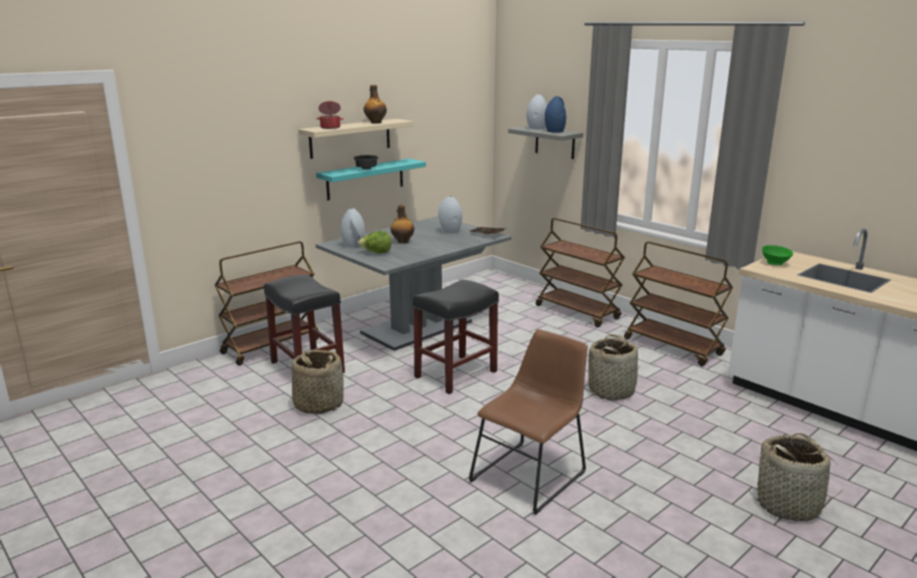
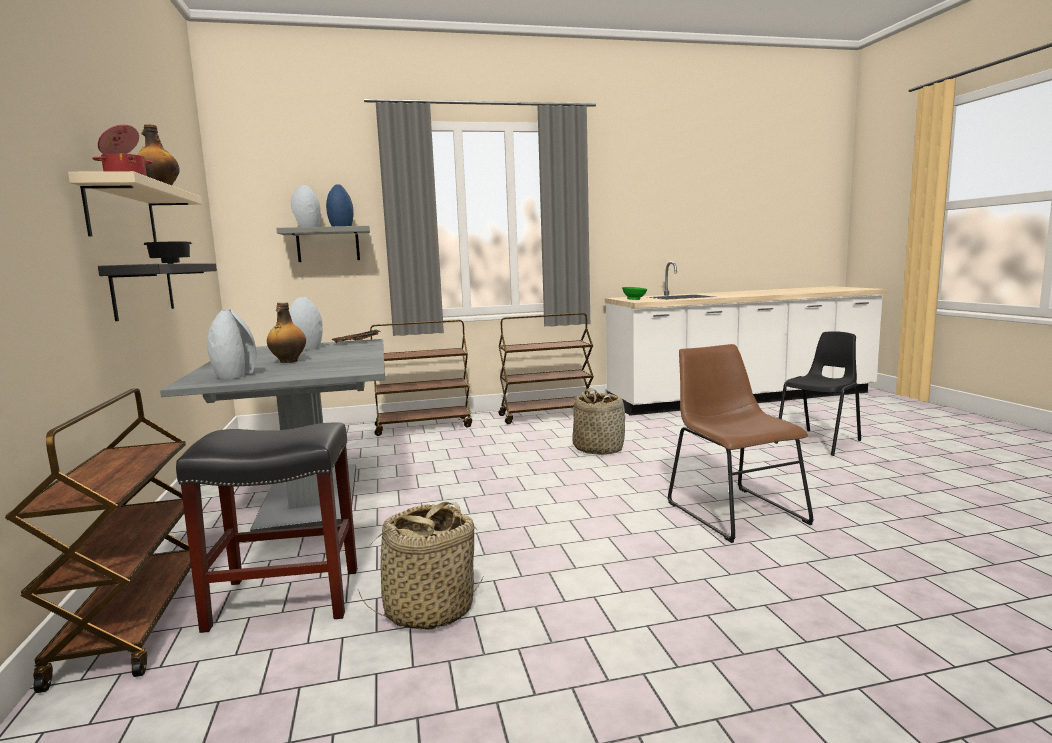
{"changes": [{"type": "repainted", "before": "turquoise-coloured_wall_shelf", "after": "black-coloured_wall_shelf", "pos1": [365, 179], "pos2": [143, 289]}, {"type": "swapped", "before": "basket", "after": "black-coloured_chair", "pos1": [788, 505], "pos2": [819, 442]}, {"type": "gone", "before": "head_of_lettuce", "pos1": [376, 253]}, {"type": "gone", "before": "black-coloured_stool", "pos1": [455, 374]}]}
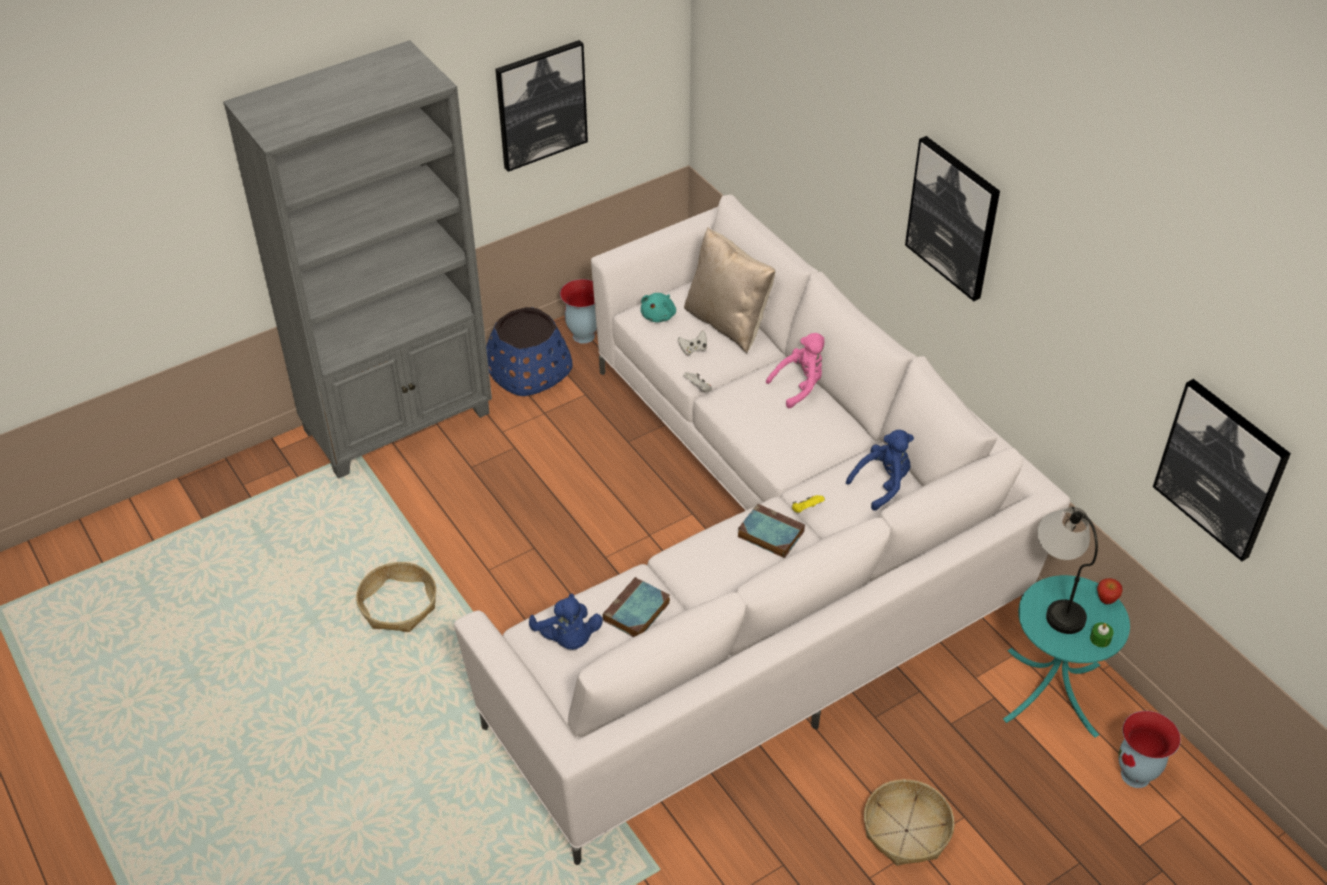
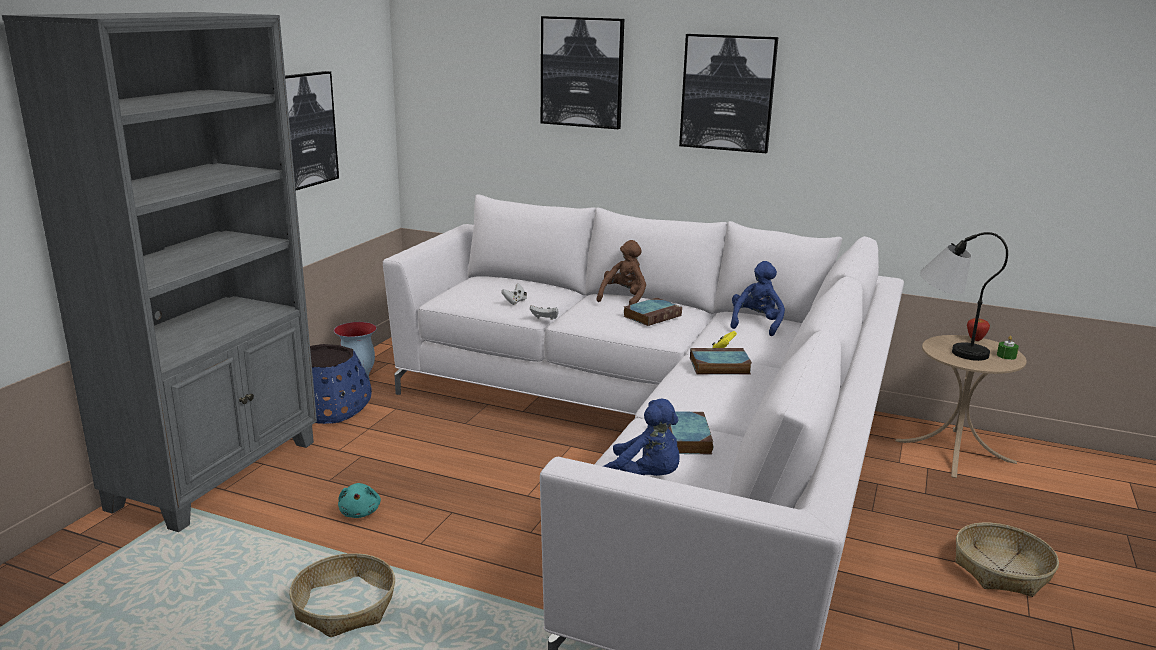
{"changes": [{"type": "shifted", "before": "turquoise-coloured_plush_toy", "pos1": [659, 316], "pos2": [360, 512]}, {"type": "shifted", "before": "wall_picture", "pos1": [1221, 469], "pos2": [582, 72]}, {"type": "repainted", "before": "pinkish_plush_toy", "after": "brownish_plush_toy", "pos1": [801, 386], "pos2": [624, 299]}, {"type": "new", "after": "book", "pos2": [652, 315]}, {"type": "repainted", "before": "turquoise-coloured_side_table", "after": "beige-coloured_side_table", "pos1": [1052, 692], "pos2": [955, 451]}, {"type": "gone", "before": "beige-coloured_throw_pillow", "pos1": [727, 322]}, {"type": "gone", "before": "vase", "pos1": [1136, 776]}]}
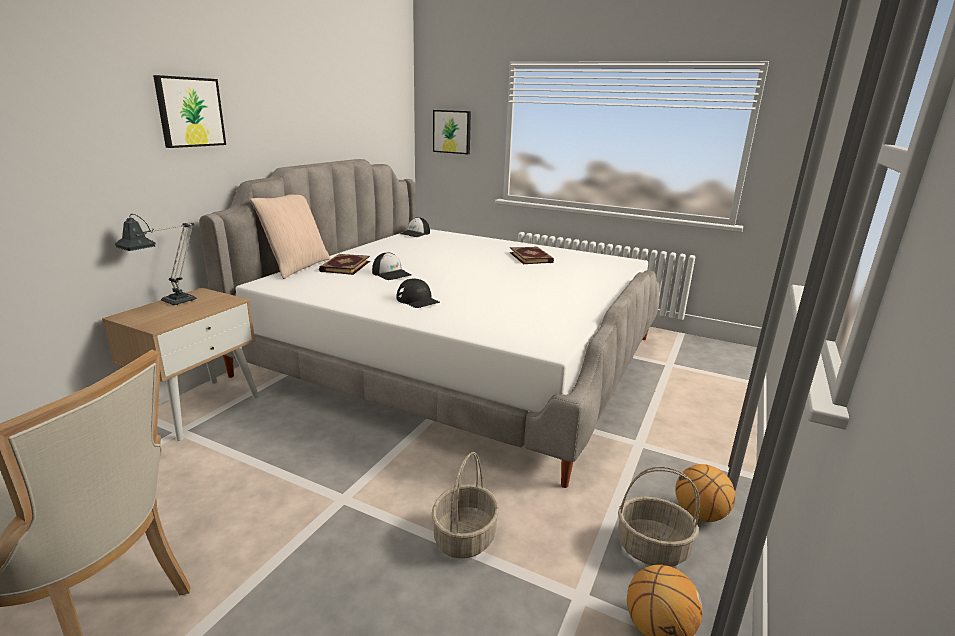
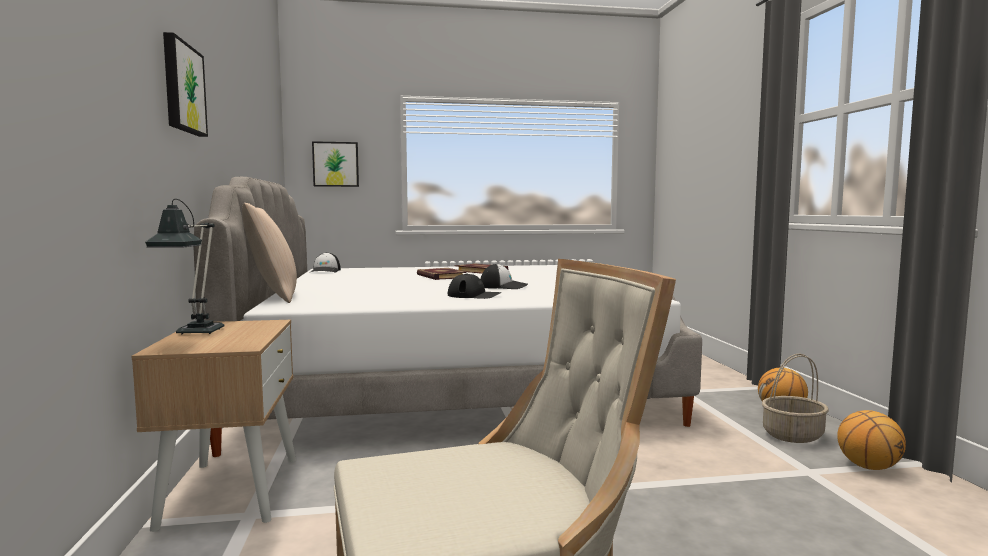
{"changes": [{"type": "shifted", "before": "book", "pos1": [344, 266], "pos2": [440, 276]}, {"type": "shifted", "before": "cap", "pos1": [391, 274], "pos2": [504, 286]}, {"type": "gone", "before": "basket", "pos1": [465, 538]}]}
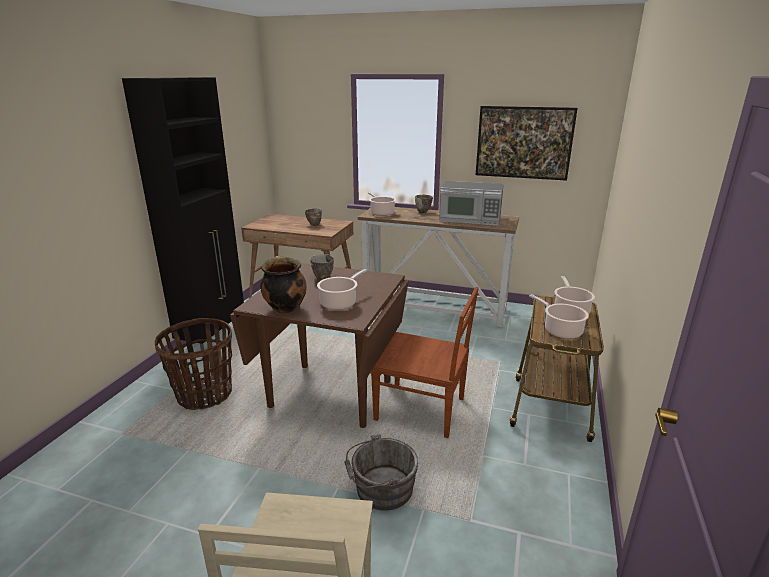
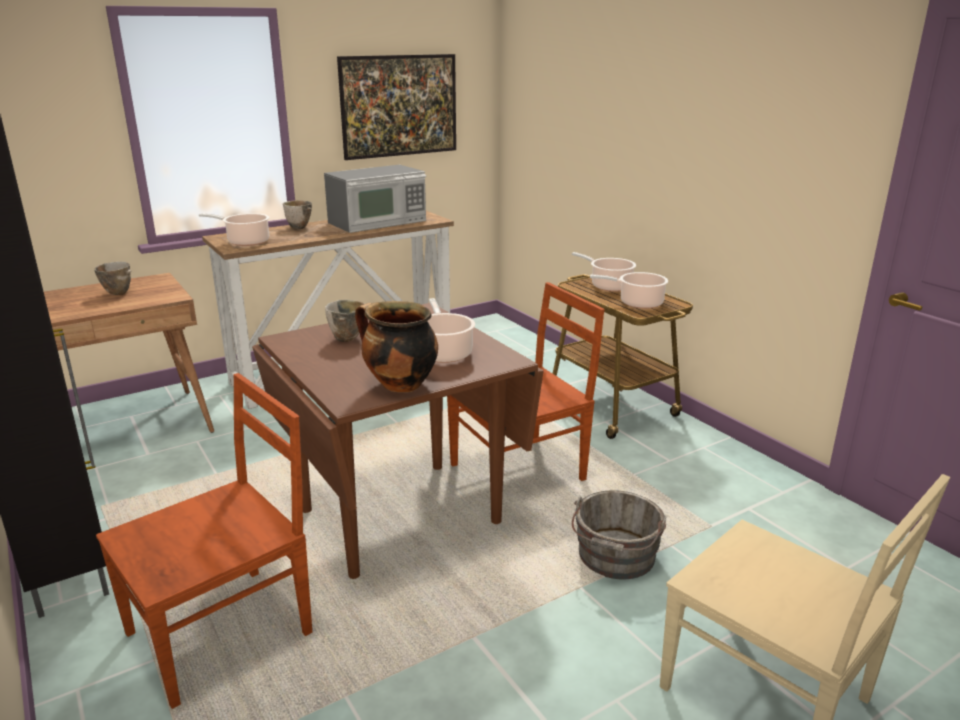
{"changes": [{"type": "swapped", "before": "basket", "after": "brownish_chair", "pos1": [204, 395], "pos2": [224, 631]}]}
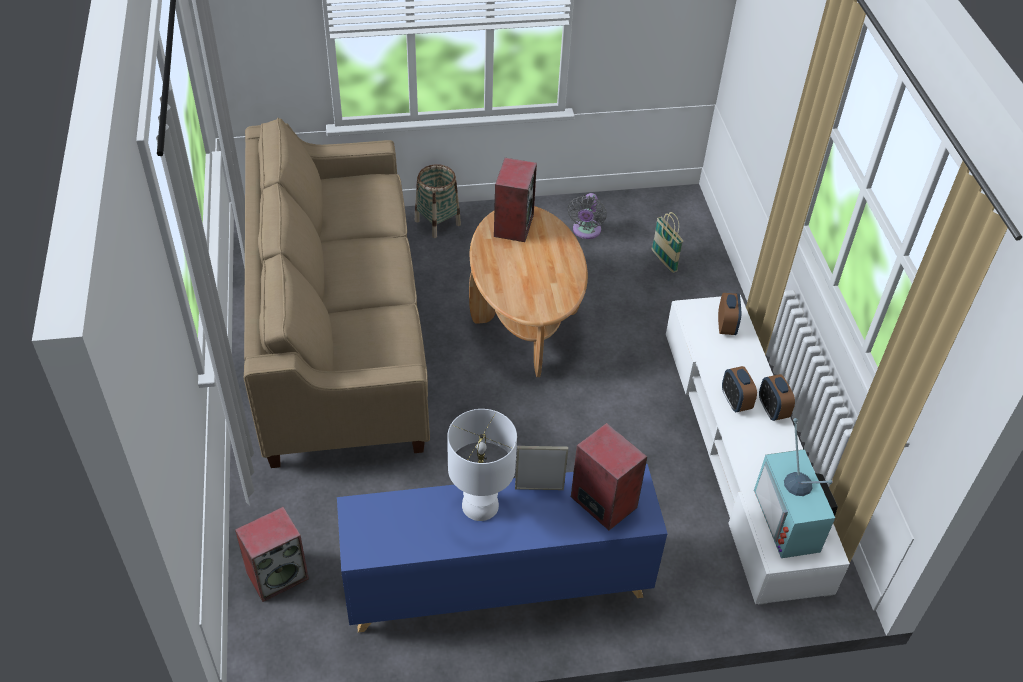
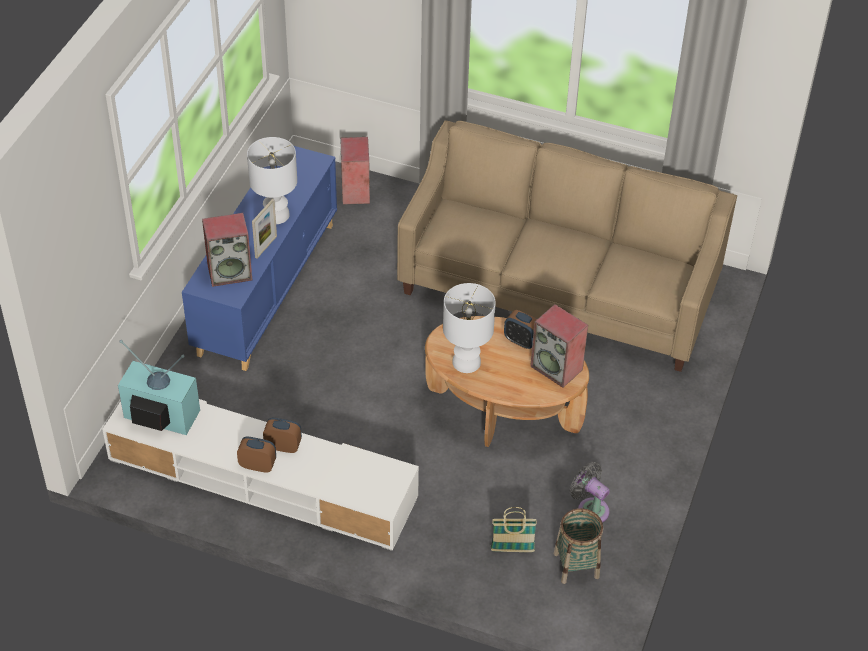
{"changes": [{"type": "new", "after": "whitish_table_lamp", "pos2": [466, 361]}, {"type": "shifted", "before": "alarm_clock", "pos1": [726, 326], "pos2": [521, 341]}, {"type": "shifted", "before": "basket", "pos1": [437, 222], "pos2": [576, 565]}]}
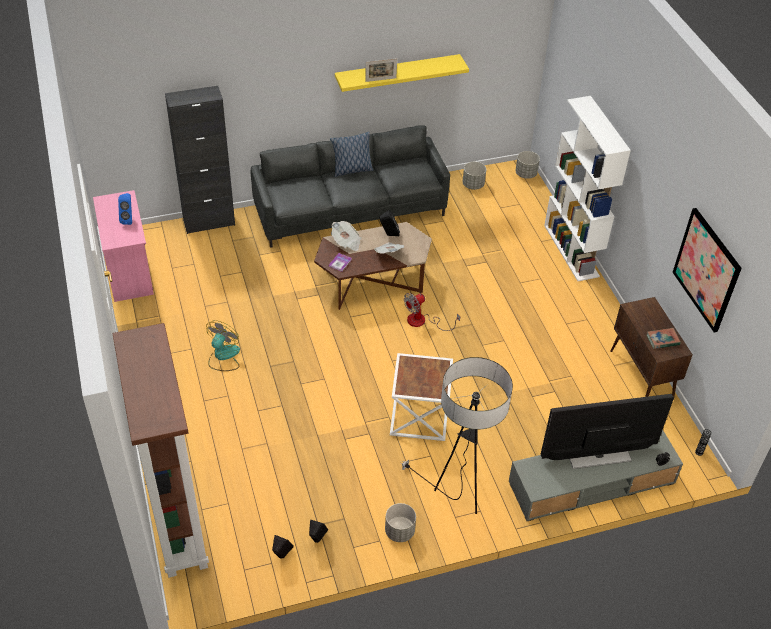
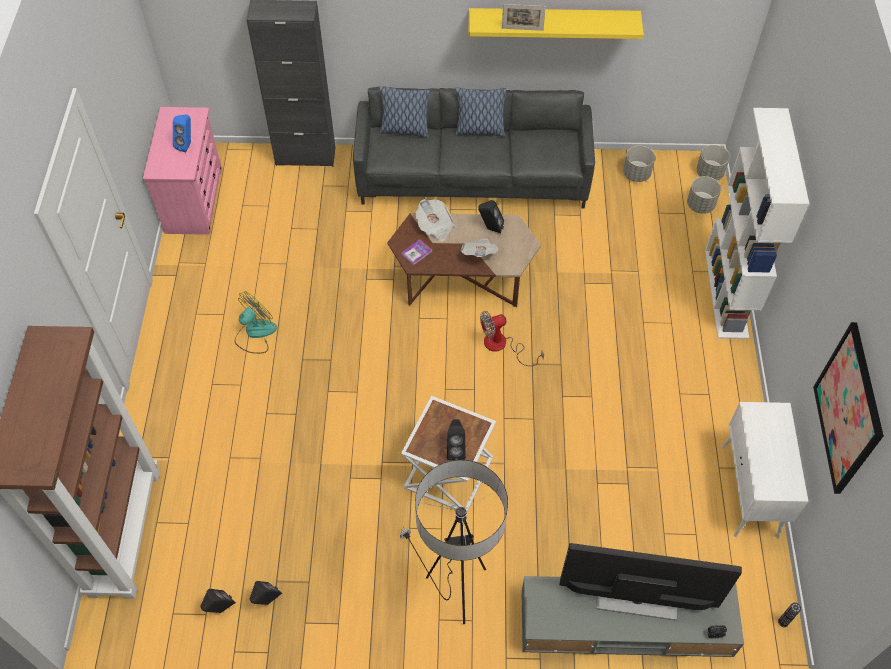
{"changes": [{"type": "new", "after": "throw_pillow", "pos2": [404, 130]}, {"type": "new", "after": "black-coloured_speaker", "pos2": [455, 449]}, {"type": "shifted", "before": "greyish_plant_pot", "pos1": [399, 531], "pos2": [700, 205]}, {"type": "repainted", "before": "brownish_cabinet", "after": "whitish_cabinet", "pos1": [641, 375], "pos2": [749, 492]}, {"type": "gone", "before": "book", "pos1": [662, 340]}]}
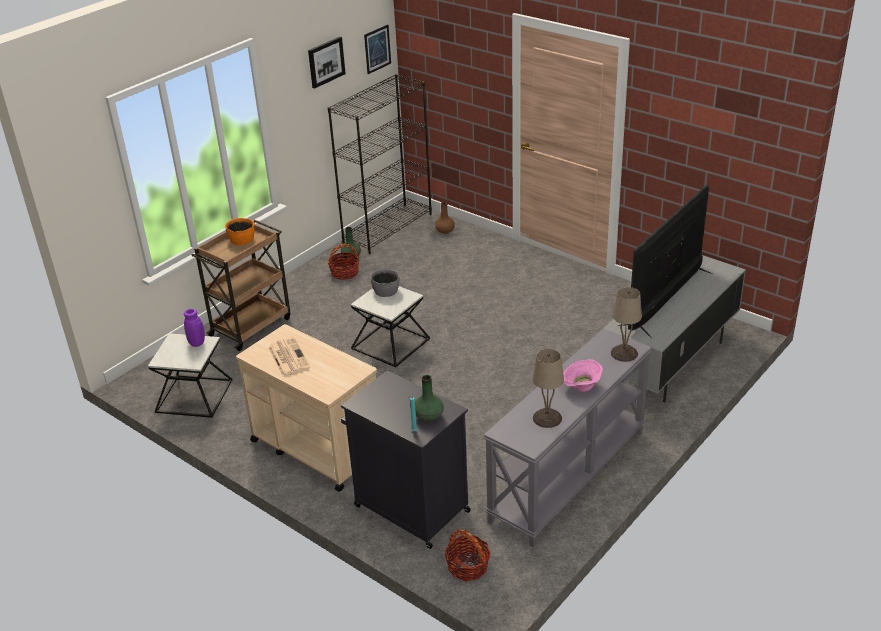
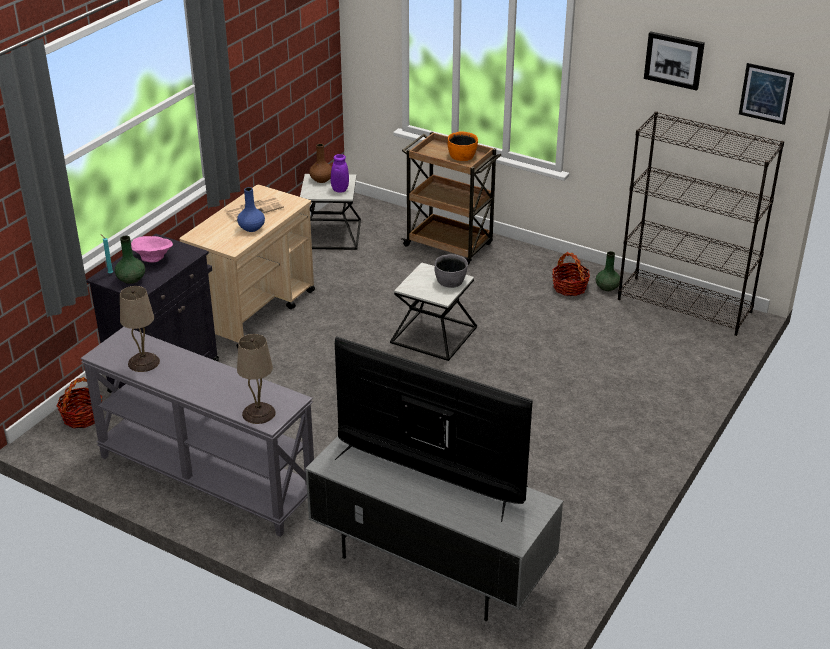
{"changes": [{"type": "shifted", "before": "pinkish_deep_dish", "pos1": [581, 387], "pos2": [153, 259]}, {"type": "new", "after": "blue_vase", "pos2": [251, 228]}, {"type": "shifted", "before": "brownish_vase", "pos1": [445, 231], "pos2": [321, 180]}]}
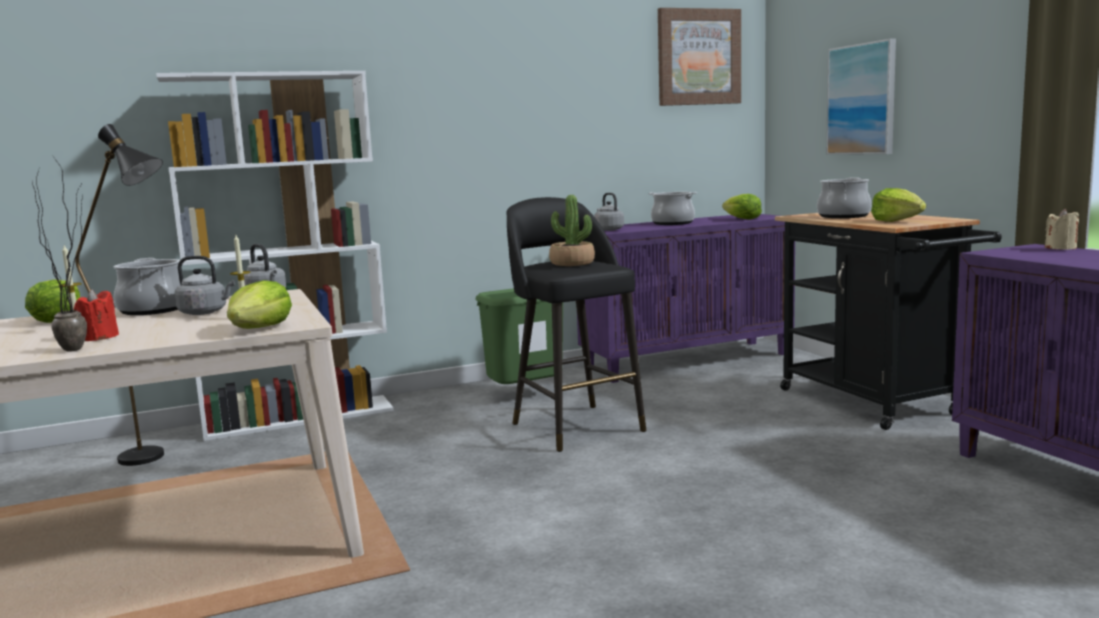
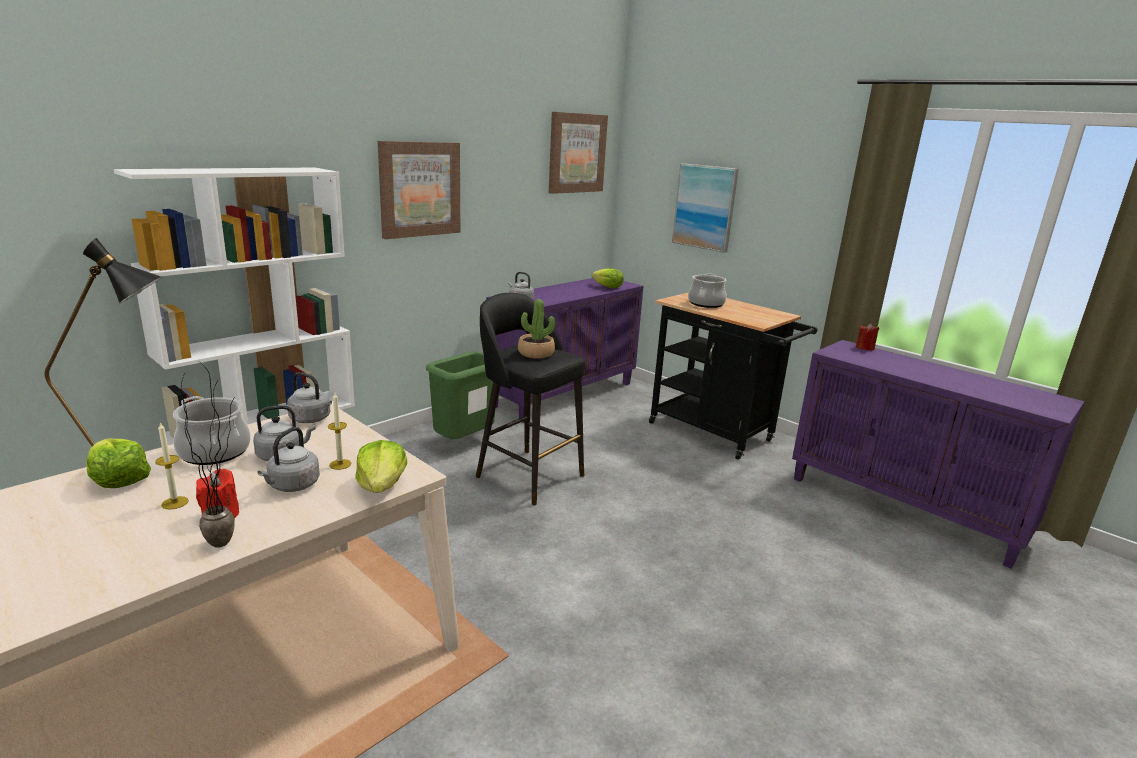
{"changes": [{"type": "new", "after": "greyish_kettle", "pos2": [292, 486]}, {"type": "new", "after": "wall_picture", "pos2": [419, 189]}, {"type": "repainted", "before": "beige-coloured_wax_light", "after": "reddish_wax_light", "pos1": [1061, 248], "pos2": [865, 348]}, {"type": "gone", "before": "saucepot", "pos1": [673, 223]}, {"type": "gone", "before": "head_of_lettuce", "pos1": [897, 221]}]}
